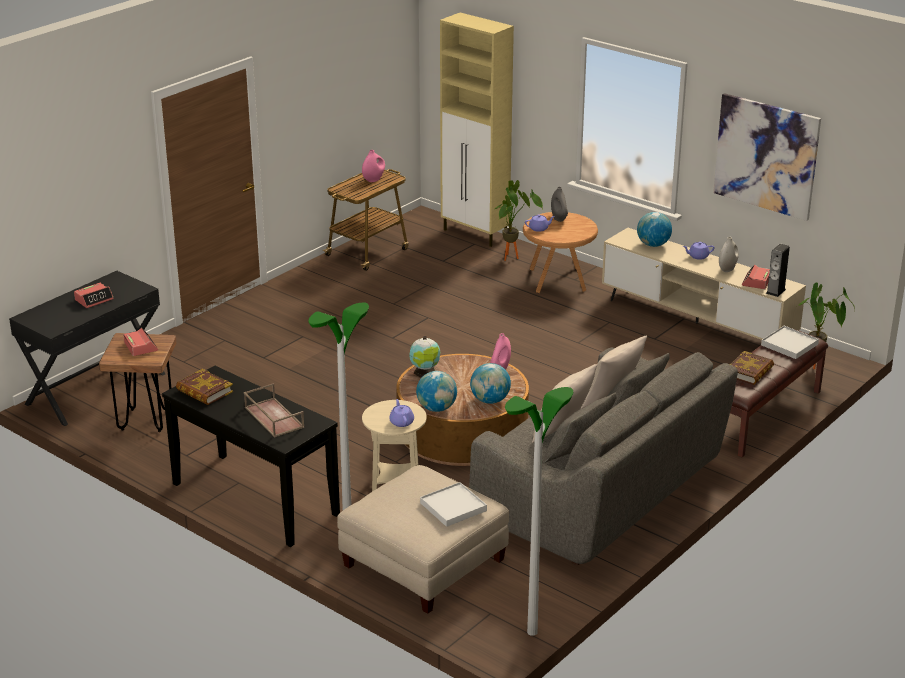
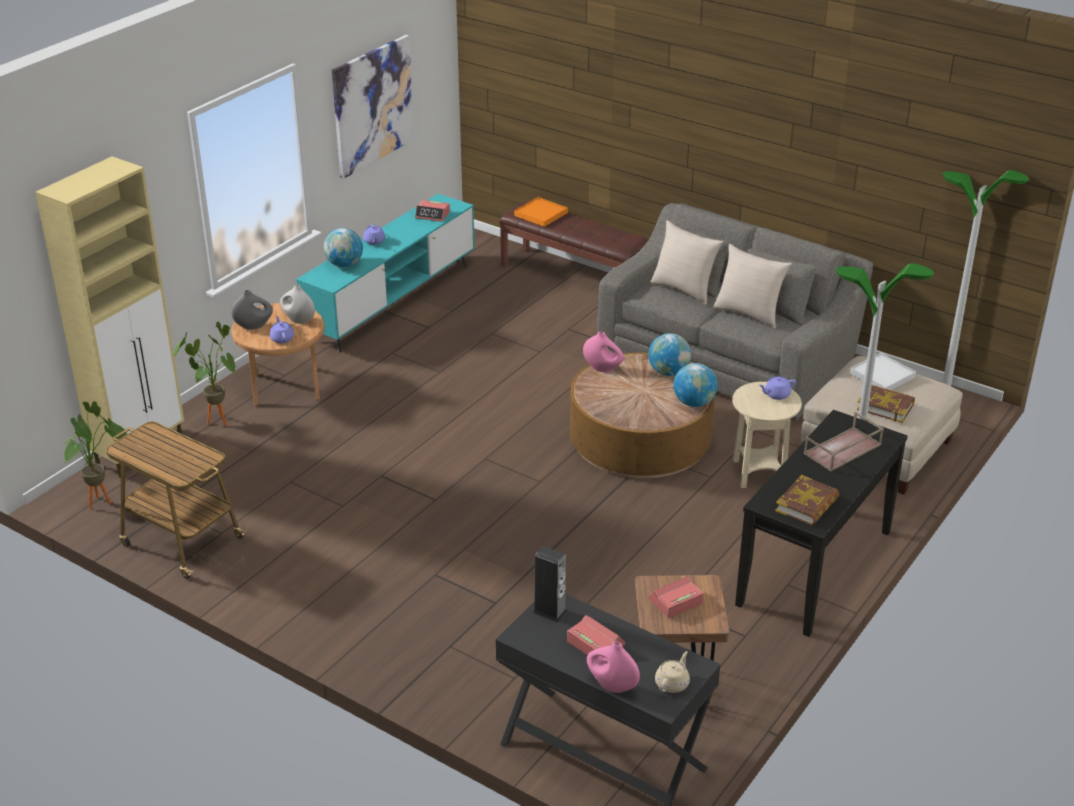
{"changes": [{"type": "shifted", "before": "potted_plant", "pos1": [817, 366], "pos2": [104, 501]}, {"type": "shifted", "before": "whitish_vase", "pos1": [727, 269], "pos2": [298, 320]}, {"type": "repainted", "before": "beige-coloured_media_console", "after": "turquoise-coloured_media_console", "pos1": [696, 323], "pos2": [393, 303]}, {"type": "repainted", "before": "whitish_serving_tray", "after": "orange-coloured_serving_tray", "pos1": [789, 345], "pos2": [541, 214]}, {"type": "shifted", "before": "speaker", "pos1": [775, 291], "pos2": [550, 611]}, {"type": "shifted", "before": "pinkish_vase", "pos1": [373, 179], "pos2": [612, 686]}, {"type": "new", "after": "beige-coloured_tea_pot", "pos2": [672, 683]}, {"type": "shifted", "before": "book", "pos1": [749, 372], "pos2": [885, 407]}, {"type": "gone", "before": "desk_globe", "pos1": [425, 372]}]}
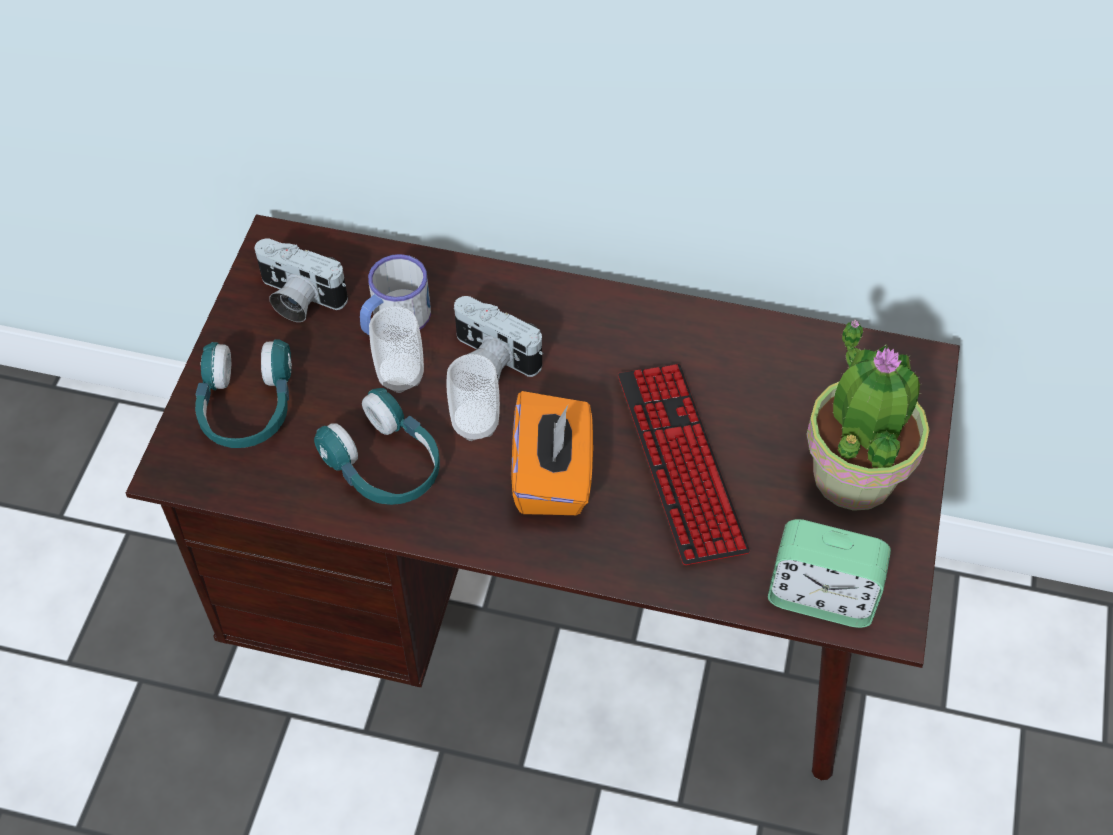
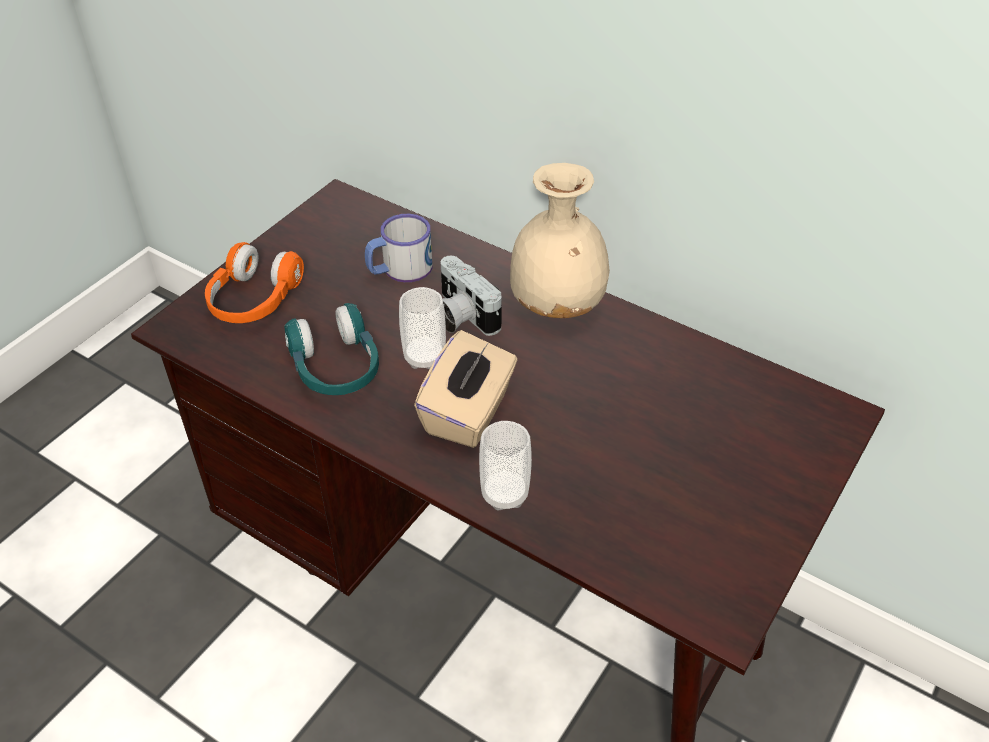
{"changes": [{"type": "repainted", "before": "turquoise-coloured_pair_of_headphones", "after": "orange-coloured_pair_of_headphones", "pos1": [247, 407], "pos2": [253, 300]}, {"type": "repainted", "before": "orange-coloured_tissue_holder", "after": "beige-coloured_tissue_holder", "pos1": [553, 476], "pos2": [469, 413]}, {"type": "shifted", "before": "cup", "pos1": [400, 376], "pos2": [504, 494]}, {"type": "new", "after": "beige-coloured_vase", "pos2": [559, 305]}, {"type": "gone", "before": "still_camera", "pos1": [298, 298]}, {"type": "gone", "before": "PC_keyboard", "pos1": [681, 463]}, {"type": "gone", "before": "alarm_clock", "pos1": [821, 596]}, {"type": "gone", "before": "potted_plant", "pos1": [854, 474]}]}
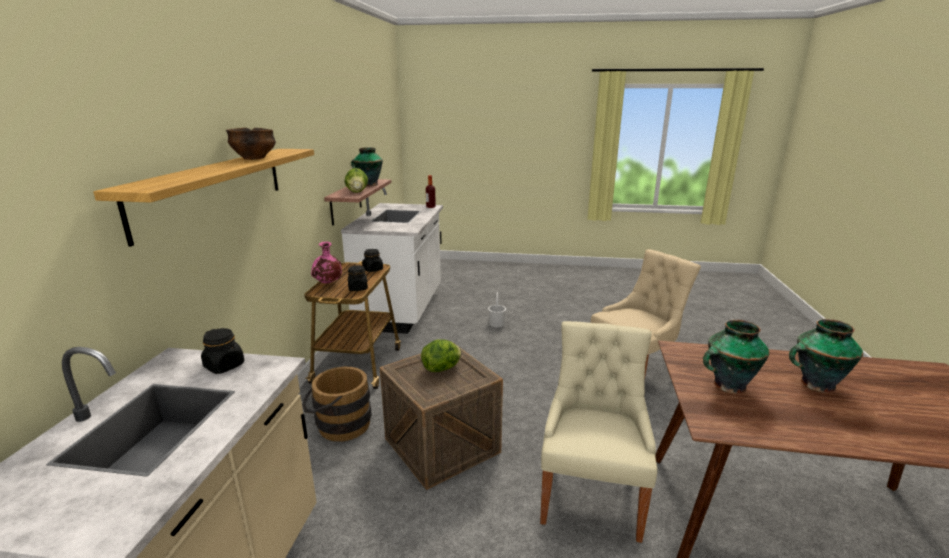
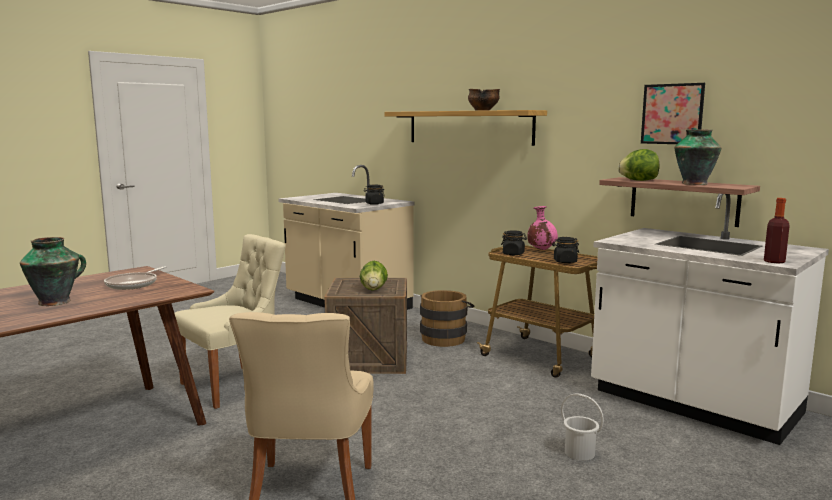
{"changes": [{"type": "swapped", "before": "vase", "after": "skillet", "pos1": [727, 386], "pos2": [134, 284]}, {"type": "rotated", "before": "beige-coloured_chair", "pos1": [591, 496], "pos2": [234, 385], "turn": -90}, {"type": "new", "after": "wall_picture", "pos2": [672, 114]}]}
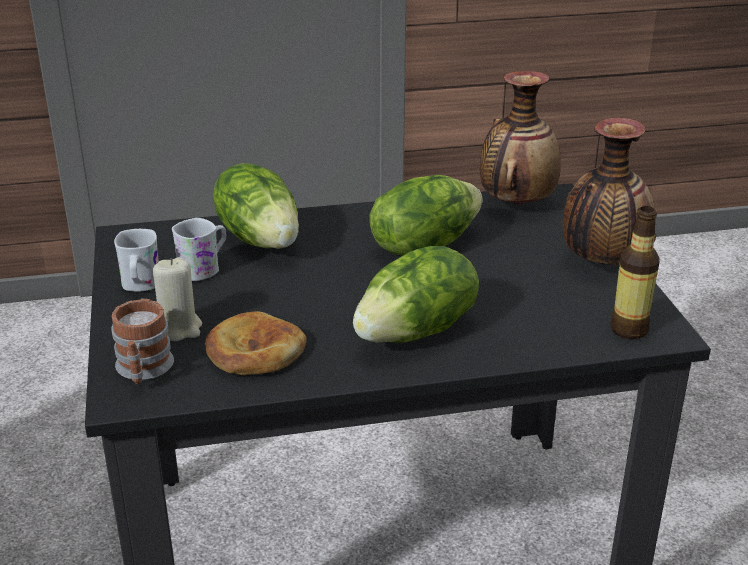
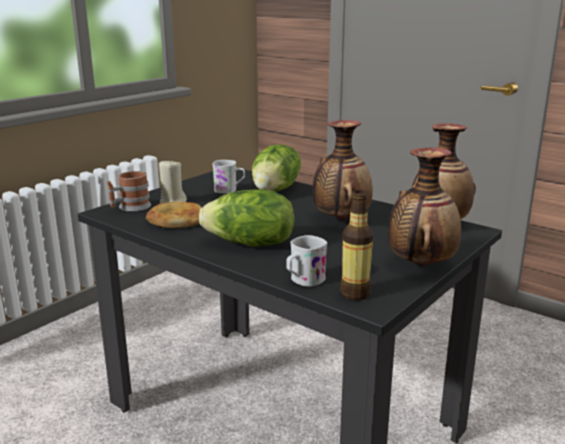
{"changes": [{"type": "shifted", "before": "whitish_tea_mug", "pos1": [140, 286], "pos2": [303, 281]}, {"type": "swapped", "before": "head_of_lettuce", "after": "vase", "pos1": [424, 245], "pos2": [340, 219]}]}
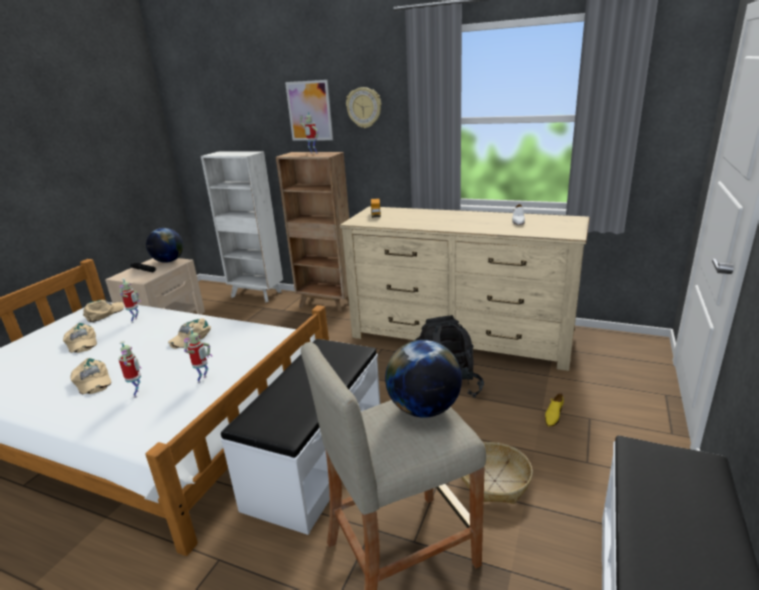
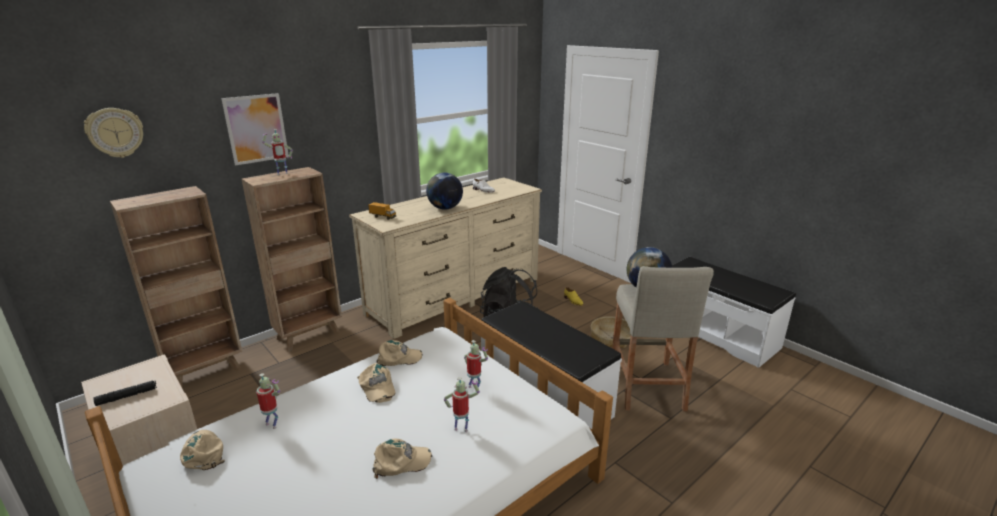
{"changes": [{"type": "shifted", "before": "wall_clock", "pos1": [364, 107], "pos2": [115, 132]}, {"type": "repainted", "before": "whitish_shelving_unit", "after": "brownish_shelving_unit", "pos1": [257, 294], "pos2": [206, 372]}, {"type": "shifted", "before": "beige-coloured_cap", "pos1": [81, 342], "pos2": [399, 358]}, {"type": "shifted", "before": "desk_globe", "pos1": [169, 261], "pos2": [445, 208]}]}
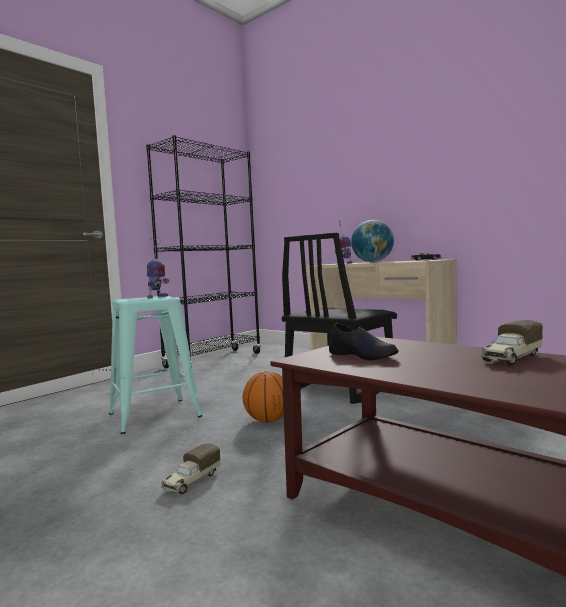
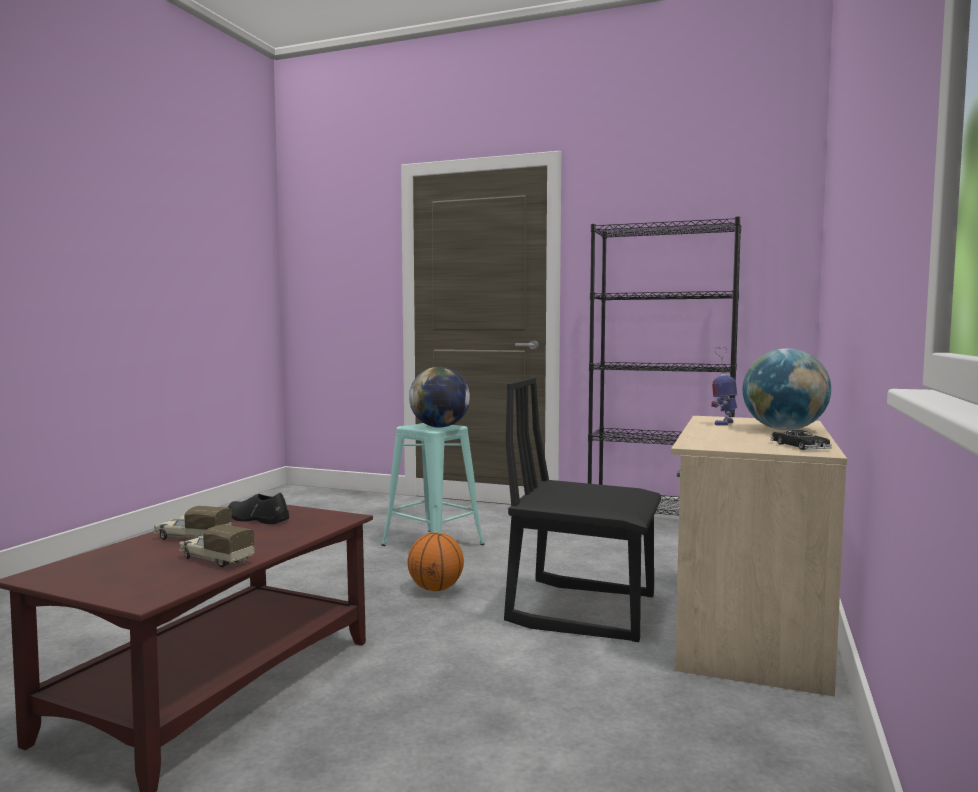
{"changes": [{"type": "shifted", "before": "toy_lorry", "pos1": [191, 481], "pos2": [192, 538]}, {"type": "rotated", "before": "black-coloured_item_of_footwear", "pos1": [363, 356], "pos2": [256, 519], "turn": 90}, {"type": "swapped", "before": "toy_robot", "after": "desk_globe", "pos1": [157, 297], "pos2": [439, 427]}]}
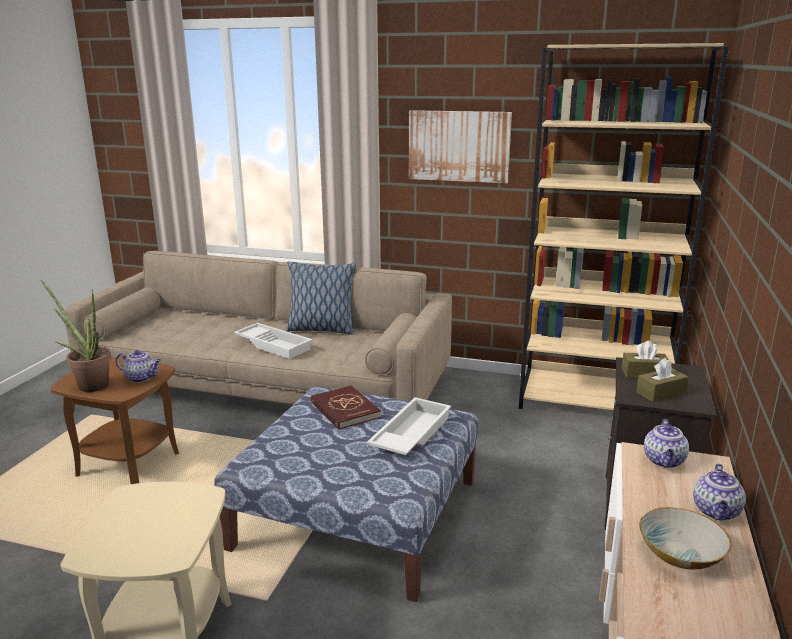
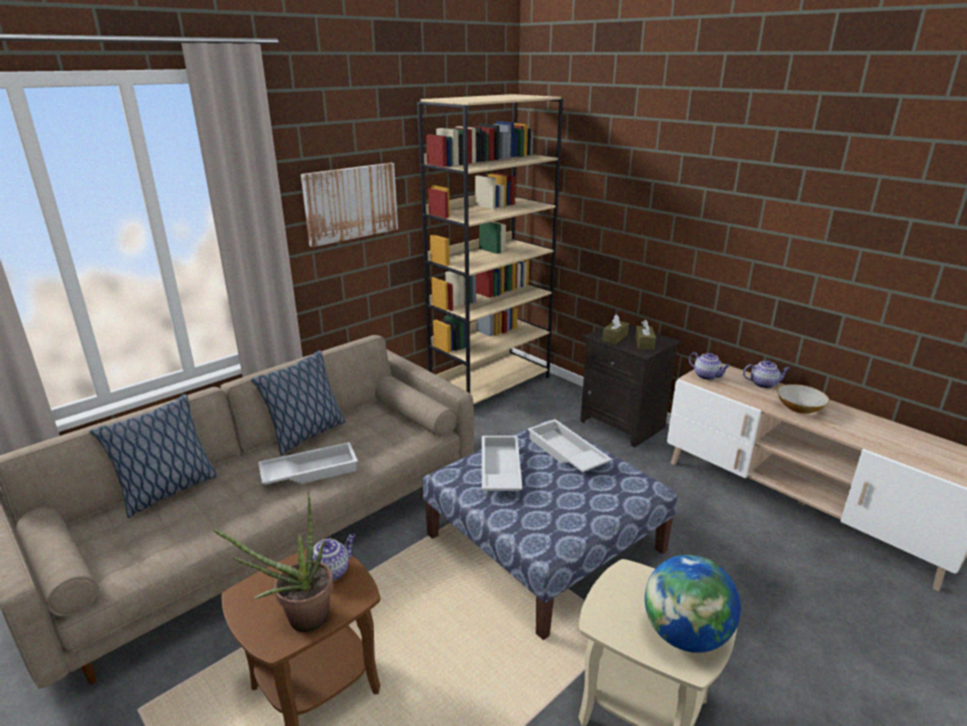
{"changes": [{"type": "new", "after": "throw_pillow", "pos2": [168, 491]}, {"type": "swapped", "before": "reddish_book", "after": "whitish_serving_tray", "pos1": [345, 410], "pos2": [499, 470]}, {"type": "new", "after": "desk_globe", "pos2": [685, 635]}, {"type": "rotated", "before": "tea_pot", "pos1": [717, 512], "pos2": [764, 384], "turn": -45}]}
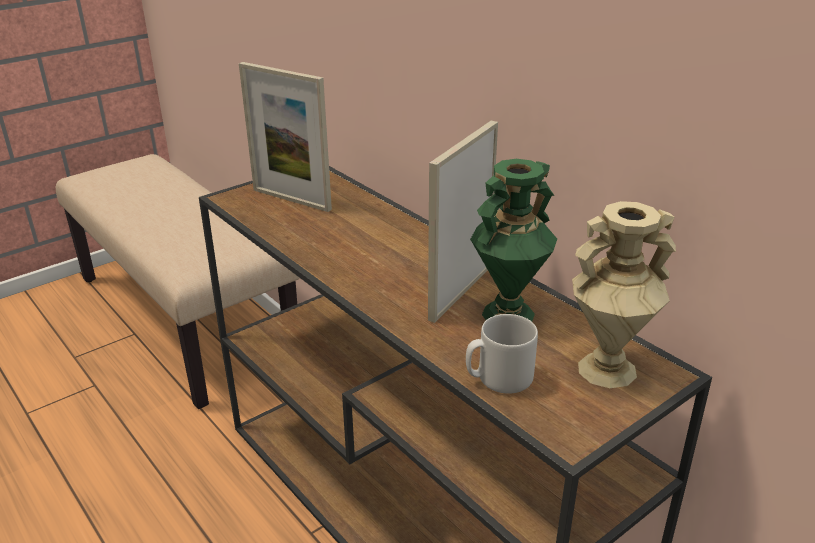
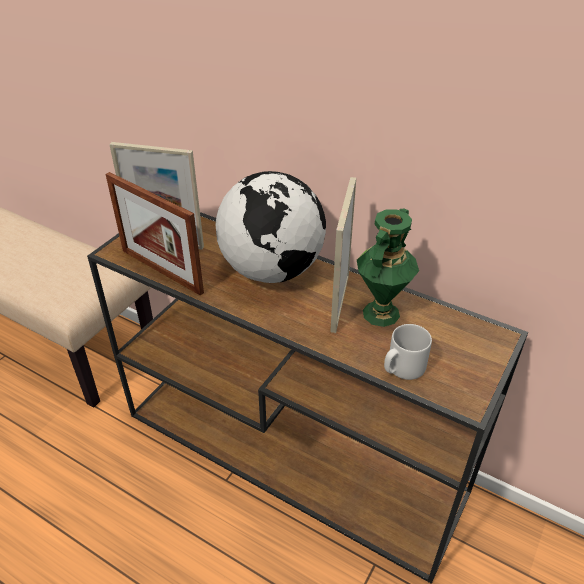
{"changes": [{"type": "new", "after": "picture_frame", "pos2": [161, 271]}, {"type": "new", "after": "desk_globe", "pos2": [272, 270]}, {"type": "gone", "before": "beige-coloured_vase", "pos1": [607, 370]}]}
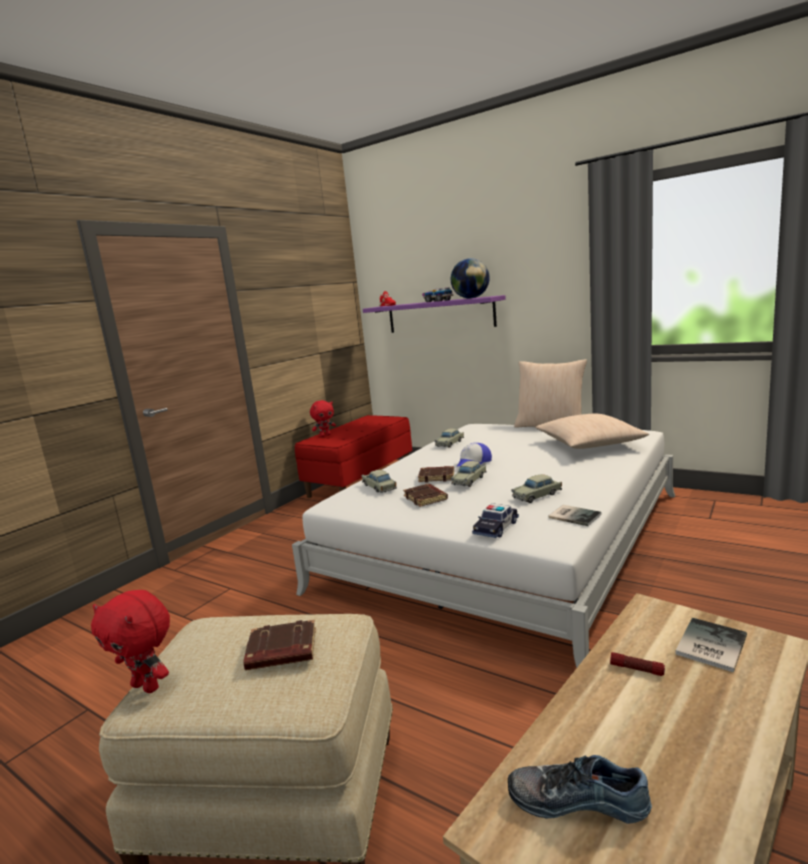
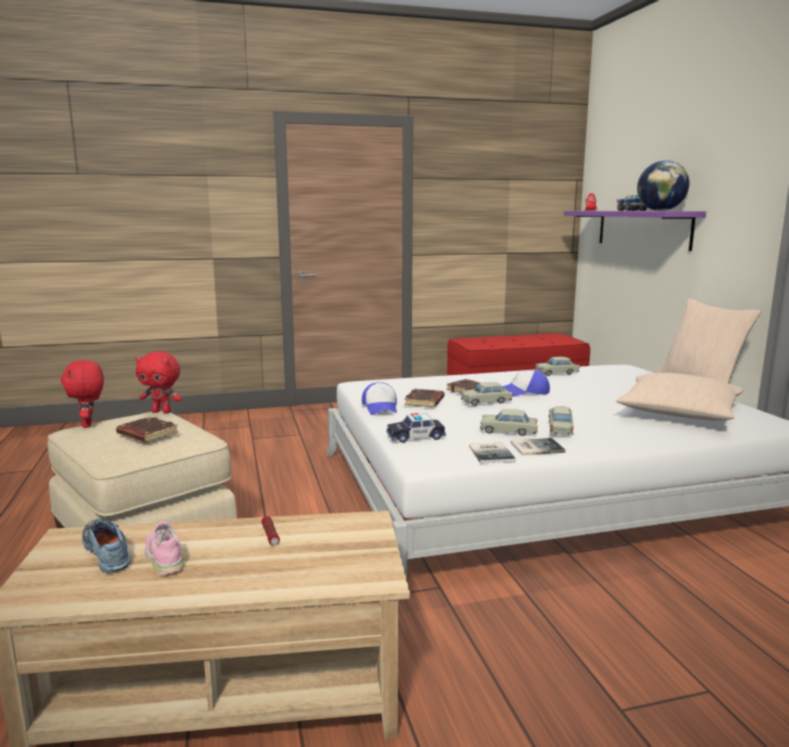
{"changes": [{"type": "shifted", "before": "reddish_plush_toy", "pos1": [325, 435], "pos2": [162, 412]}, {"type": "new", "after": "pinkish_item_of_footwear", "pos2": [164, 556]}, {"type": "new", "after": "cap", "pos2": [381, 407]}, {"type": "shifted", "before": "book", "pos1": [708, 645], "pos2": [535, 447]}, {"type": "shifted", "before": "beige-coloured_model_car", "pos1": [379, 487], "pos2": [560, 428]}]}
